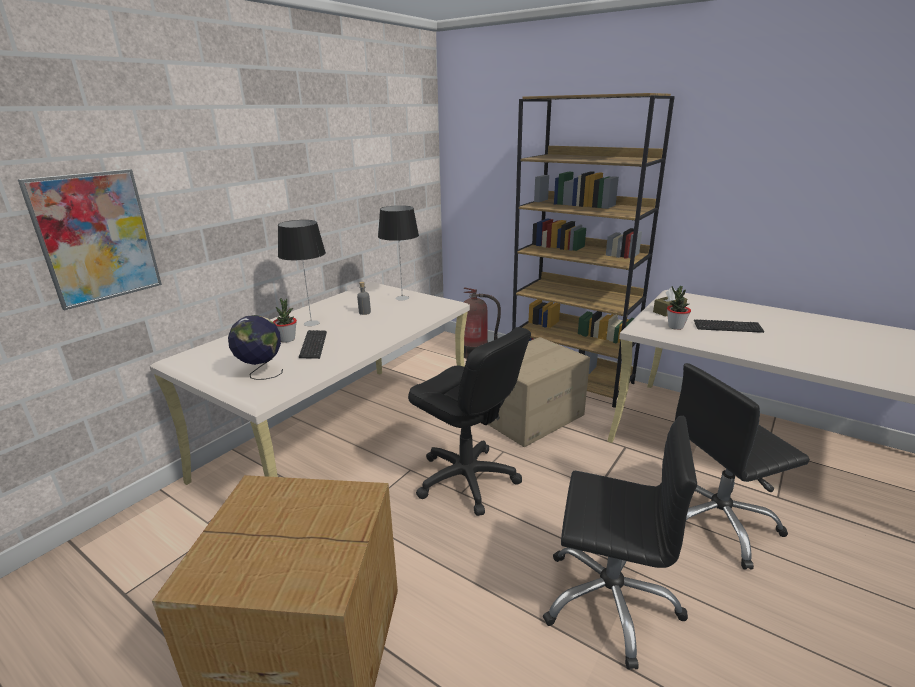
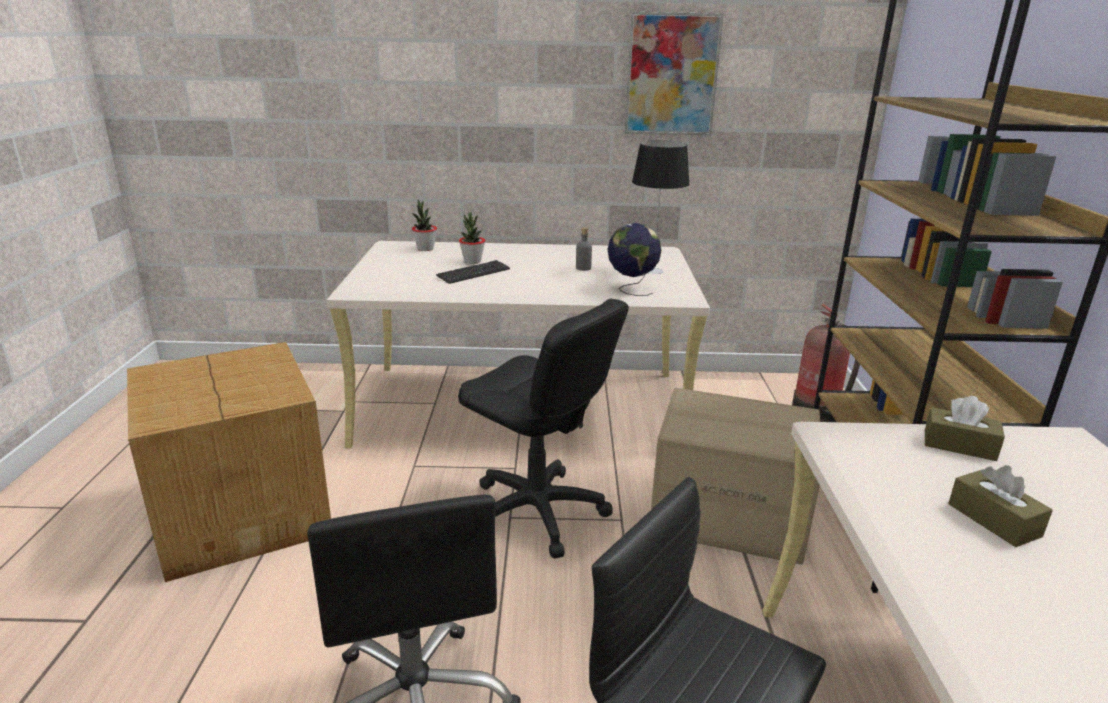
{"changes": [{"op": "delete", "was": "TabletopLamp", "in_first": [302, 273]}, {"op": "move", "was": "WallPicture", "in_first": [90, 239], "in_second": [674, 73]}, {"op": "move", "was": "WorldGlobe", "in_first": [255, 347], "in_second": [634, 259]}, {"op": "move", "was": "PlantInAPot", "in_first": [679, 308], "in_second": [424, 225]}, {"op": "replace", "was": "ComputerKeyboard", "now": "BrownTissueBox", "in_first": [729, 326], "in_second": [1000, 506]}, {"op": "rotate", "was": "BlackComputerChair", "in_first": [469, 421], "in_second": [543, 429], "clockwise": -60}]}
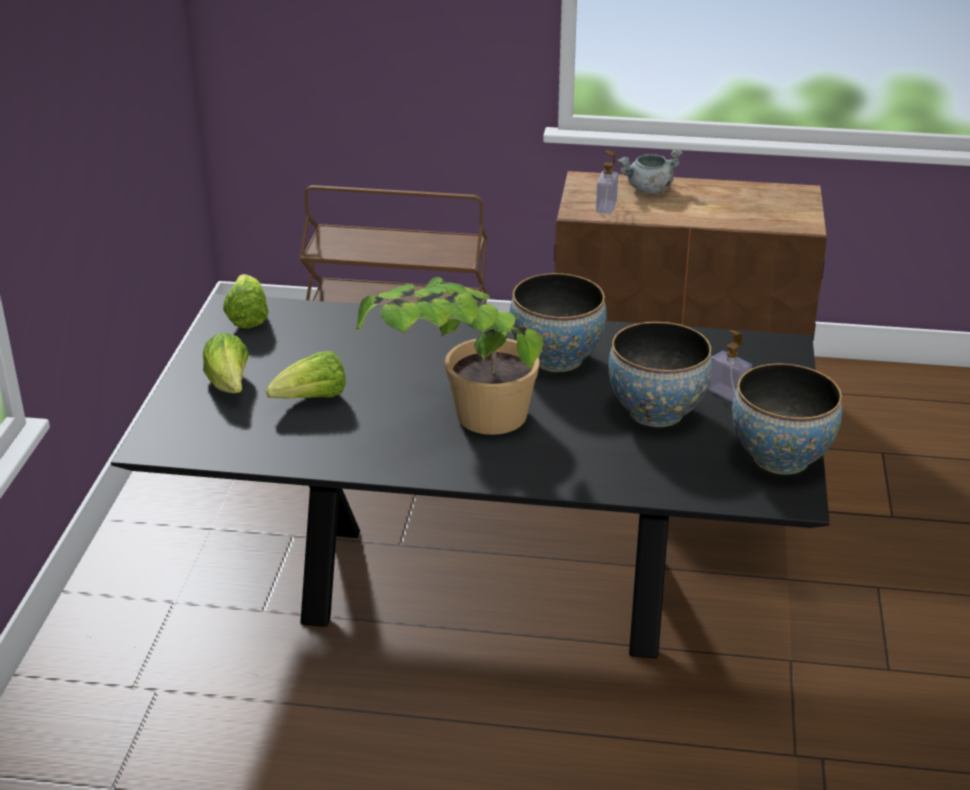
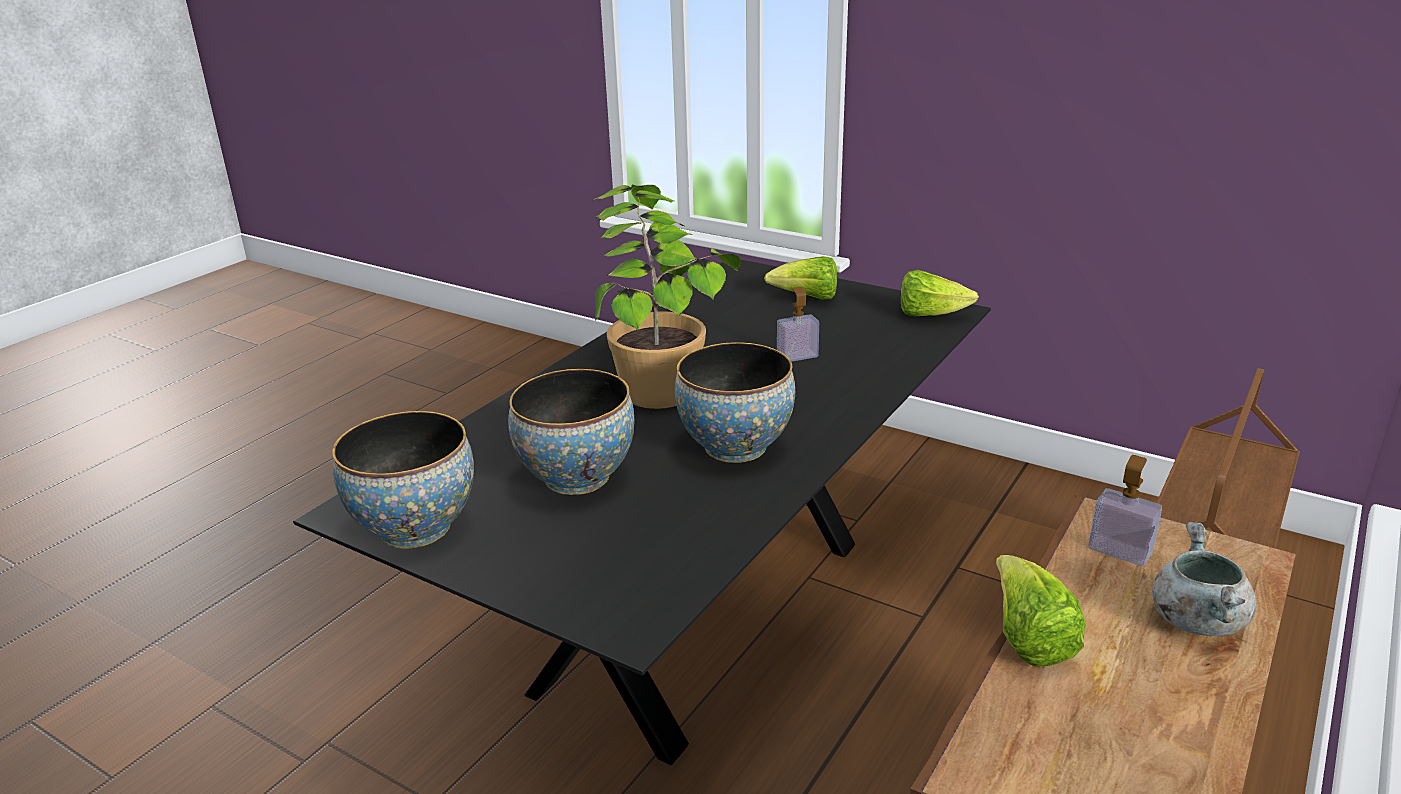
{"changes": [{"op": "move", "was": "HeadOfLettuce", "in_first": [306, 374], "in_second": [1041, 610]}, {"op": "move", "was": "LiquidSoapBottle", "in_first": [730, 366], "in_second": [798, 324]}]}
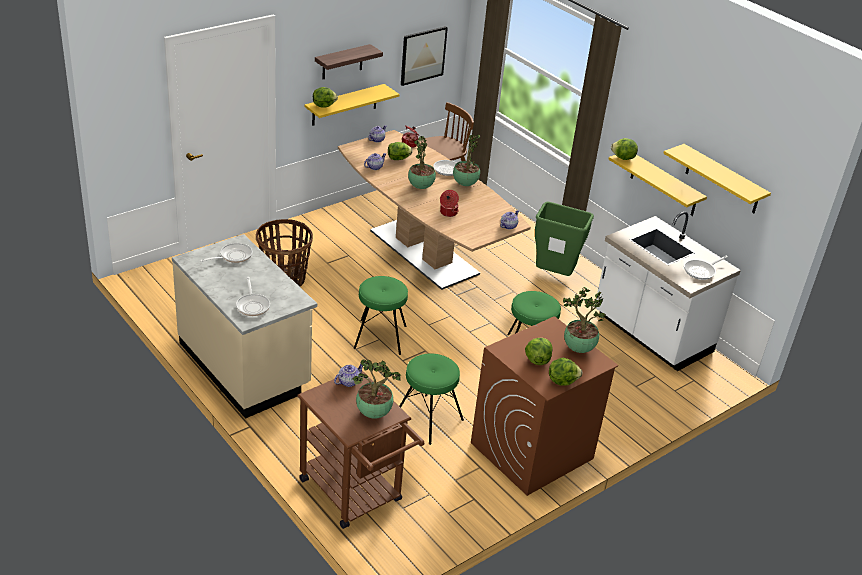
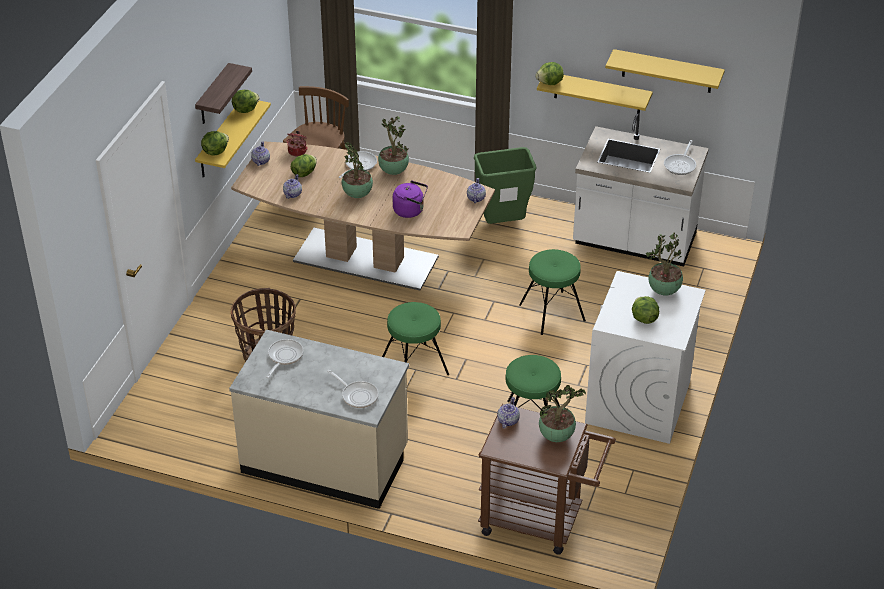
{"changes": [{"op": "delete", "was": "WallPicture", "in_first": [424, 56]}, {"op": "move", "was": "HeadOfLettuce", "in_first": [565, 372], "in_second": [246, 101]}, {"op": "replace", "was": "Stockpot", "now": "PurpleColouredWaterKettle", "in_first": [449, 203], "in_second": [410, 199]}, {"op": "recolor", "was": "BrownWashingMachine", "now": "WhitishWashingMachine", "in_first": [544, 406], "in_second": [645, 357]}]}
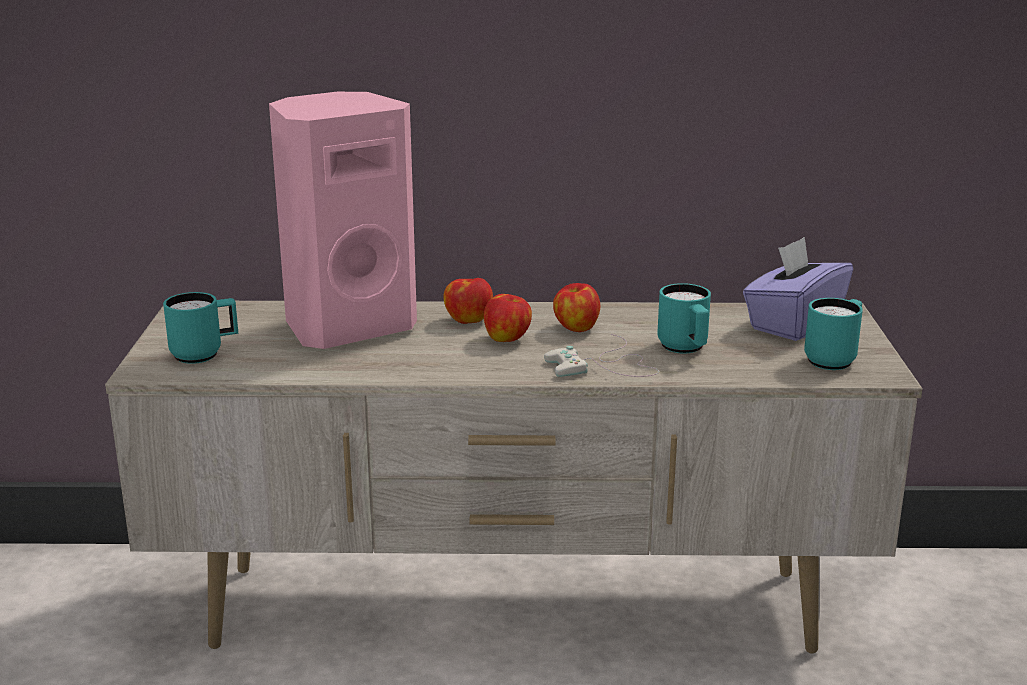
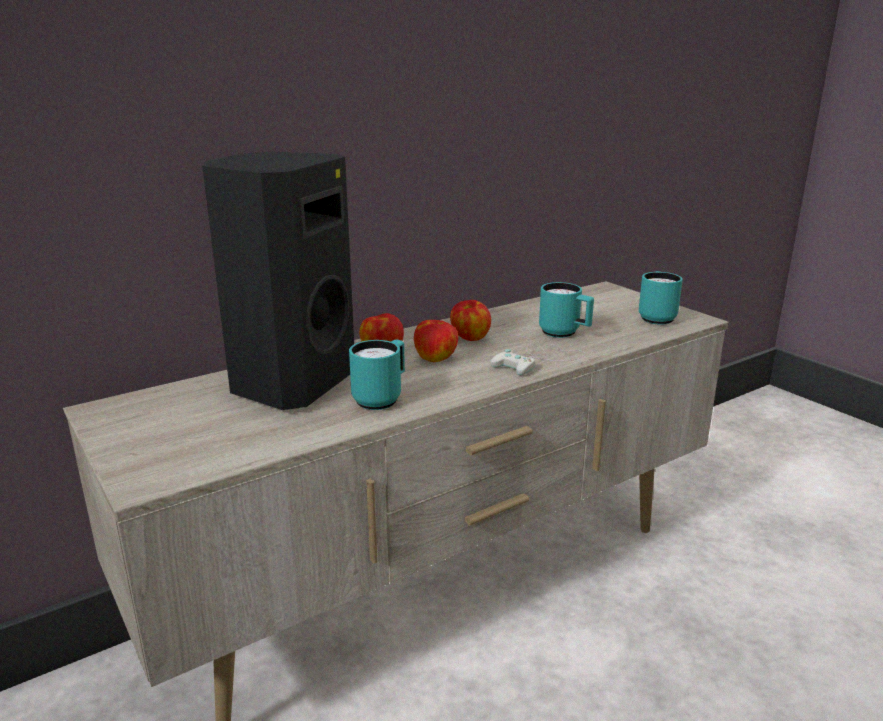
{"changes": [{"op": "delete", "was": "PurpleColouredTissueBox", "in_first": [798, 289]}, {"op": "move", "was": "BlueGreenCoffeeMug", "in_first": [200, 328], "in_second": [377, 375]}, {"op": "recolor", "was": "PinkLoudspeaker", "now": "BlackLoudspeaker", "in_first": [343, 220], "in_second": [278, 281]}]}
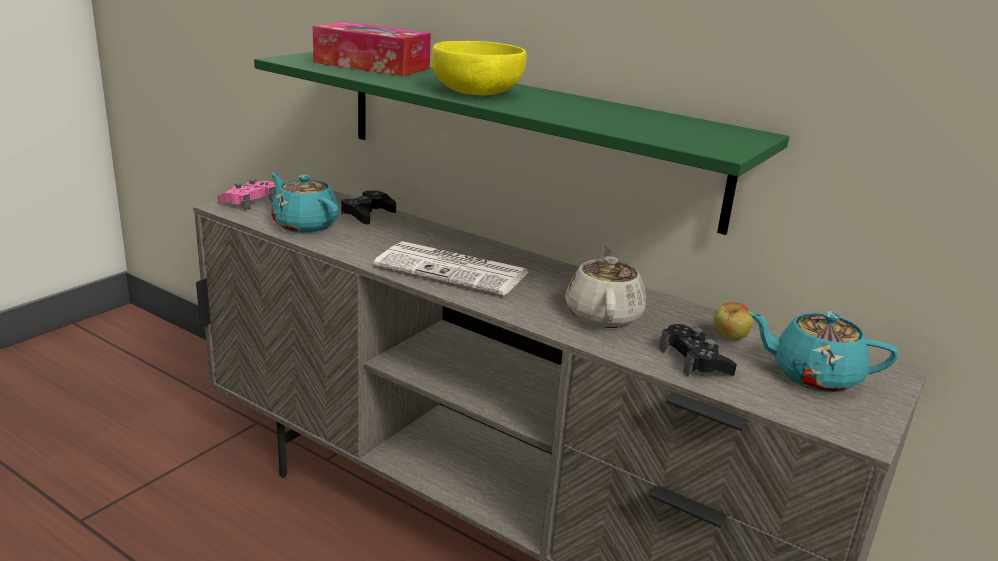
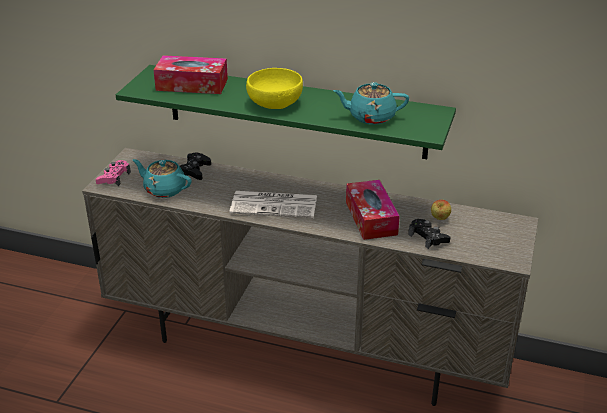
{"changes": [{"op": "move", "was": "BlueGreenPotForTea", "in_first": [823, 352], "in_second": [371, 103]}, {"op": "replace", "was": "BeigePotForTea", "now": "TissueBox", "in_first": [605, 286], "in_second": [373, 210]}]}
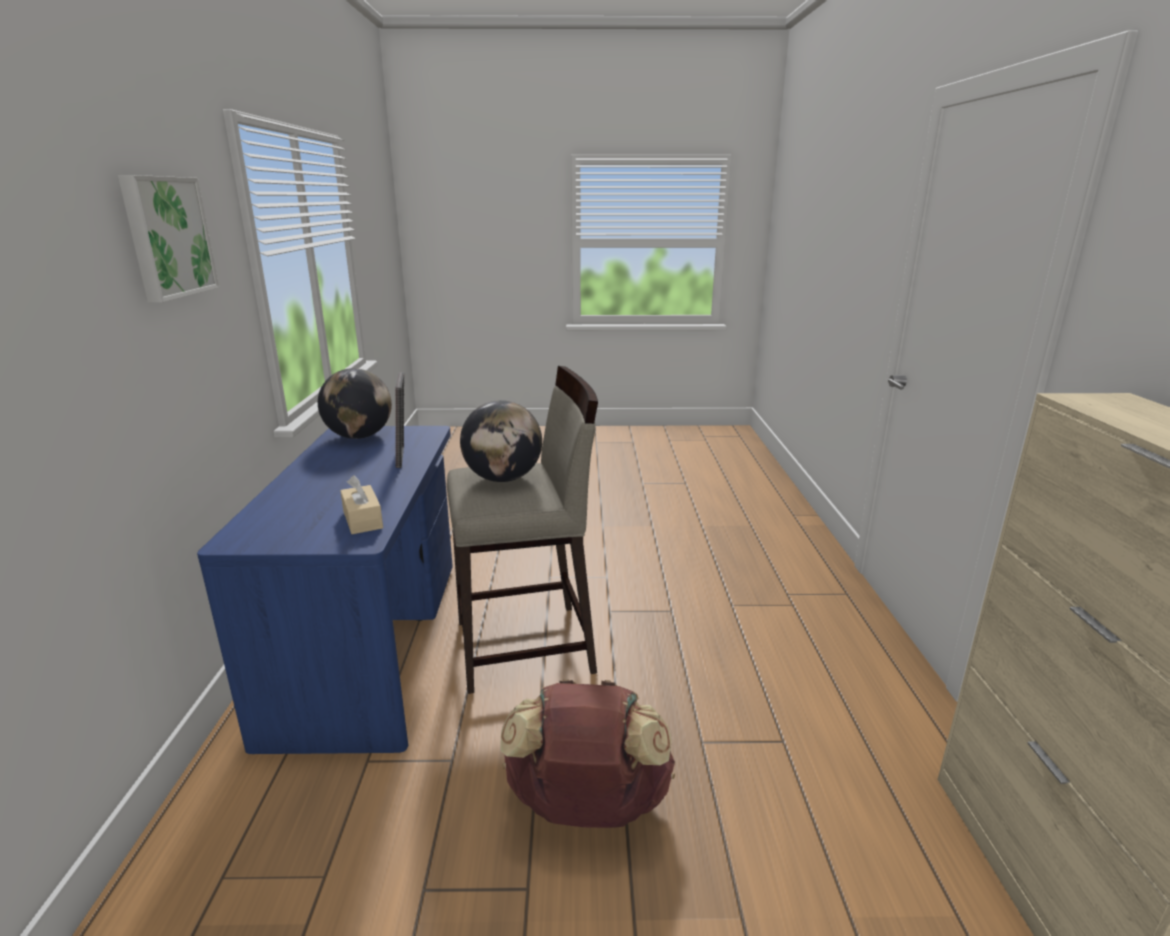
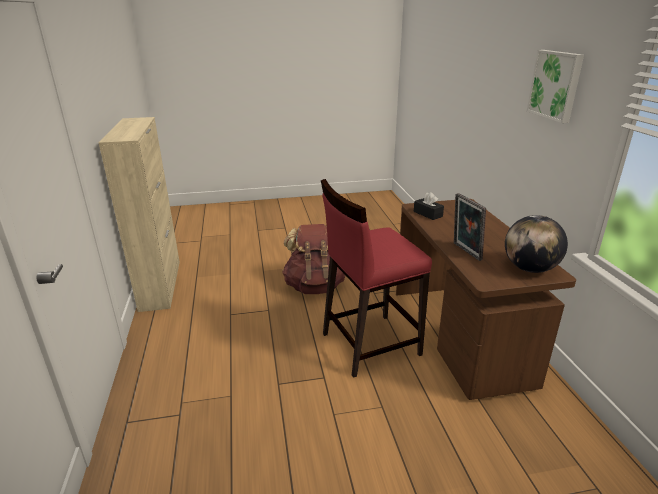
{"changes": [{"op": "delete", "was": "WorldGlobe", "in_first": [501, 441]}, {"op": "recolor", "was": "BlueDesk", "now": "BrownDesk", "in_first": [325, 590], "in_second": [486, 299]}, {"op": "recolor", "was": "BeigeTissueBox", "now": "BlackTissueBox", "in_first": [361, 504], "in_second": [429, 206]}, {"op": "recolor", "was": "BeigeStoolSeat", "now": "ReddishStoolSeat", "in_first": [522, 530], "in_second": [376, 278]}]}
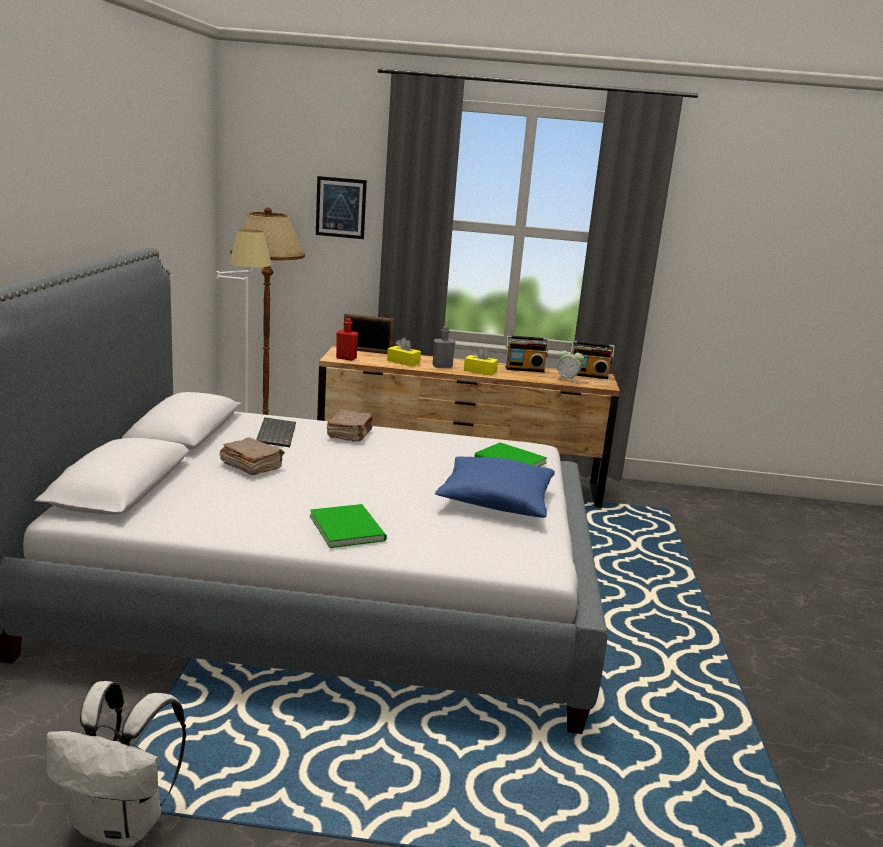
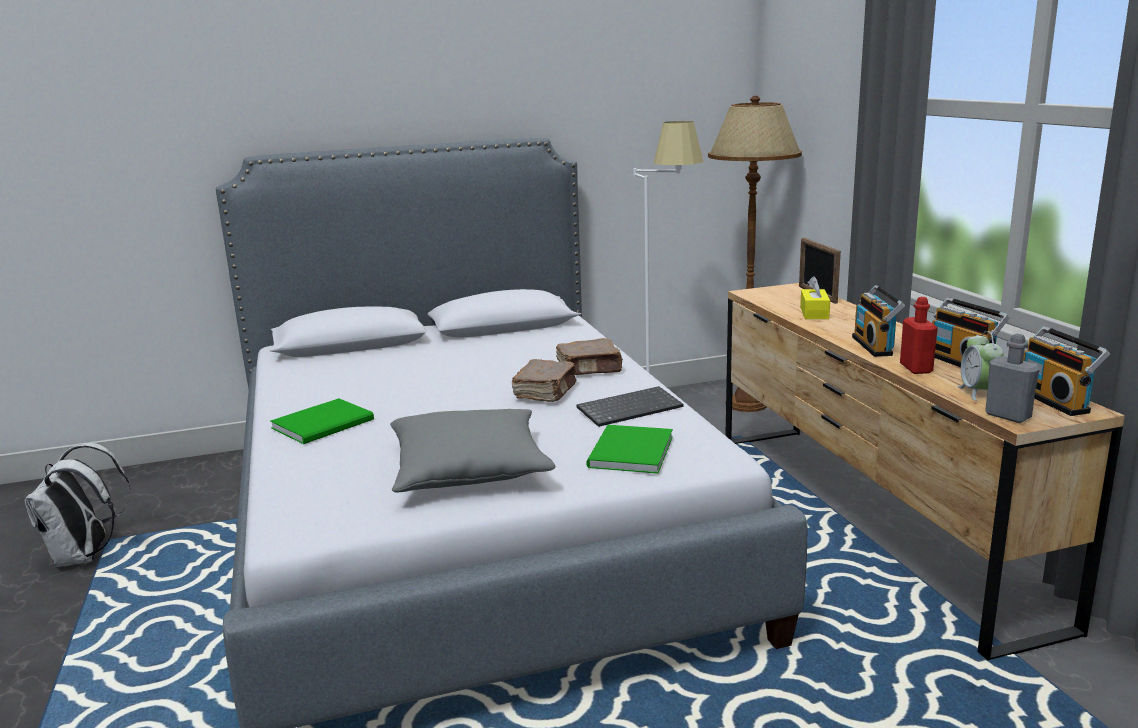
{"changes": [{"op": "delete", "was": "WallPicture", "in_first": [341, 207]}, {"op": "move", "was": "BrownBoundBook", "in_first": [251, 456], "in_second": [544, 380]}, {"op": "move", "was": "ComputerKeyboard", "in_first": [276, 432], "in_second": [630, 406]}, {"op": "move", "was": "ReddishBeverageBottle", "in_first": [347, 339], "in_second": [919, 335]}, {"op": "move", "was": "GrayBeverageBottle", "in_first": [444, 347], "in_second": [1012, 378]}, {"op": "replace", "was": "YellowishTissueBox", "now": "RadioSet", "in_first": [481, 361], "in_second": [878, 321]}, {"op": "recolor", "was": "BlueThrowPillow", "now": "GrayThrowPillow", "in_first": [495, 487], "in_second": [473, 451]}]}
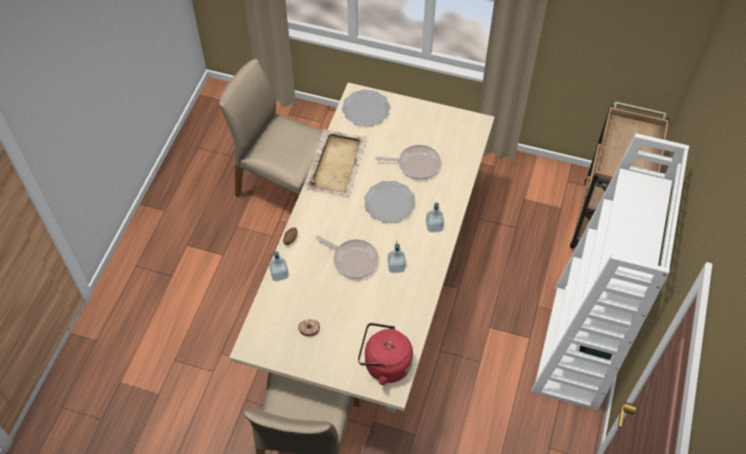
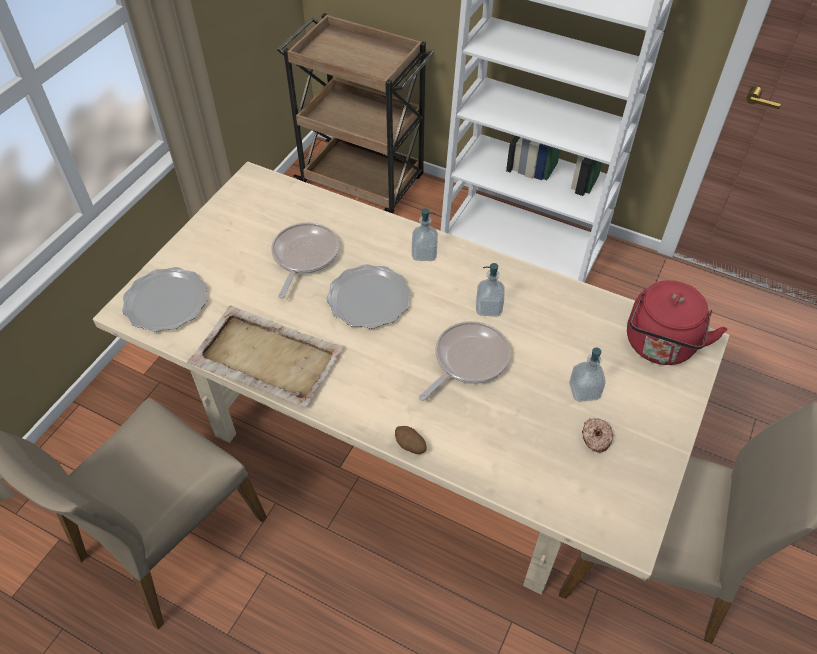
{"changes": [{"op": "move", "was": "LiquidSoapBottle", "in_first": [279, 266], "in_second": [587, 375]}]}
